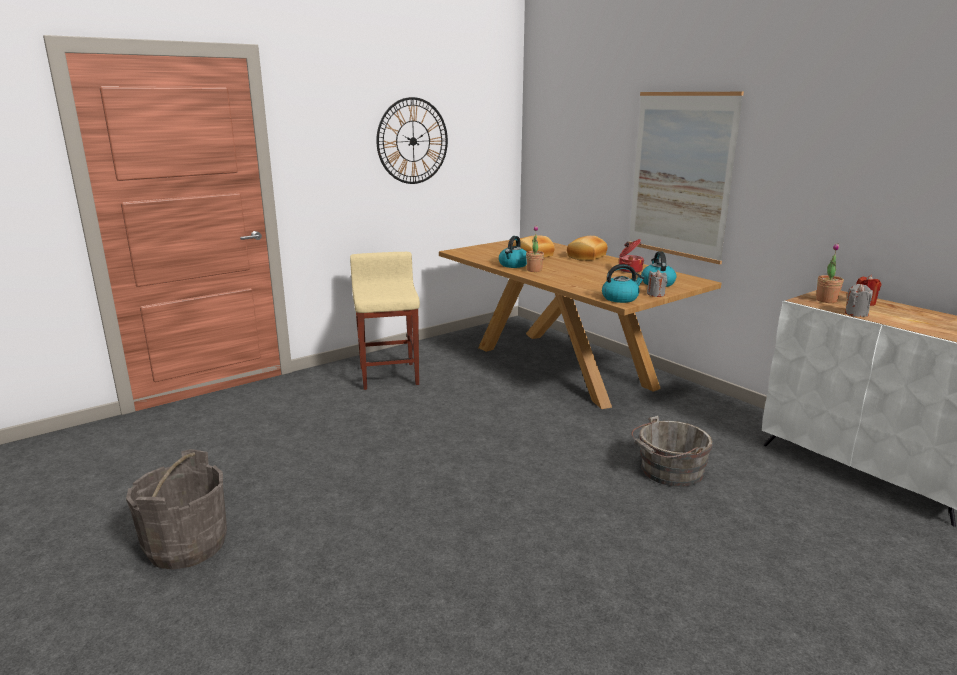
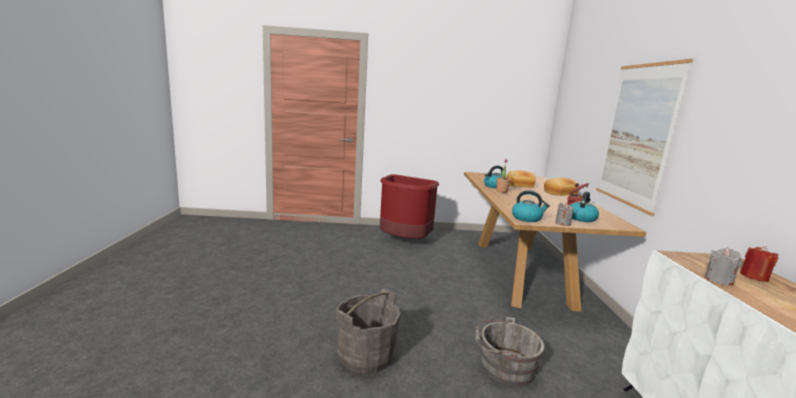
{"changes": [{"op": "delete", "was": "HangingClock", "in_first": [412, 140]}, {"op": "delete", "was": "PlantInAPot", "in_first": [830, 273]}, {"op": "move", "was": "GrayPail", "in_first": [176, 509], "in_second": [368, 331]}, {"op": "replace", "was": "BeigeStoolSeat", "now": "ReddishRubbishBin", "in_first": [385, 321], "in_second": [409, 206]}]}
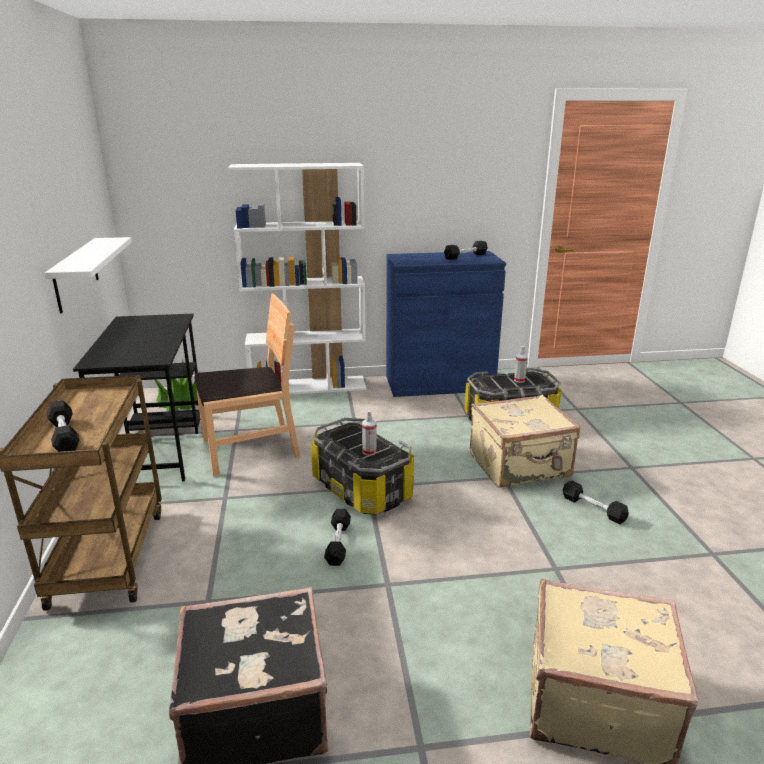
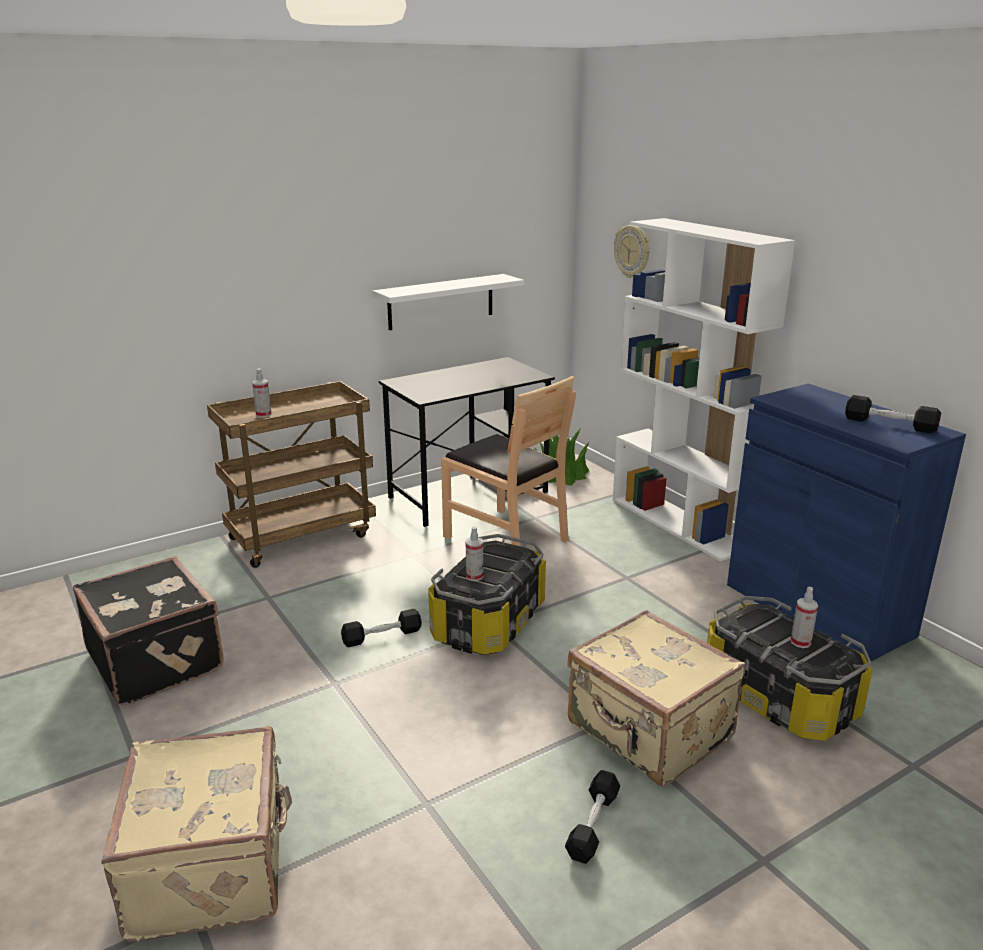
{"changes": [{"op": "insert", "now": "HangingClock", "in_second": [632, 251]}, {"op": "replace", "was": "BlackDumbbell", "now": "Sprayer", "in_first": [63, 426], "in_second": [261, 393]}]}
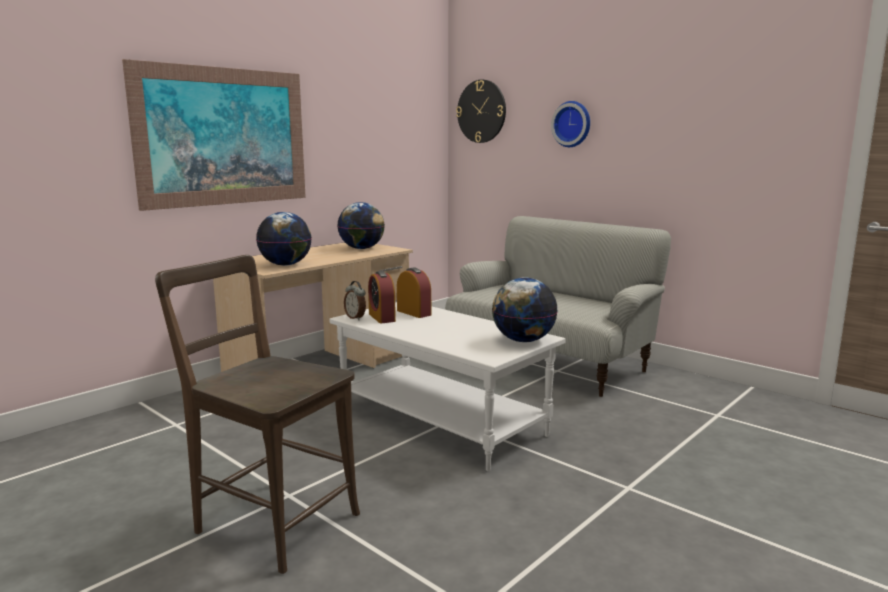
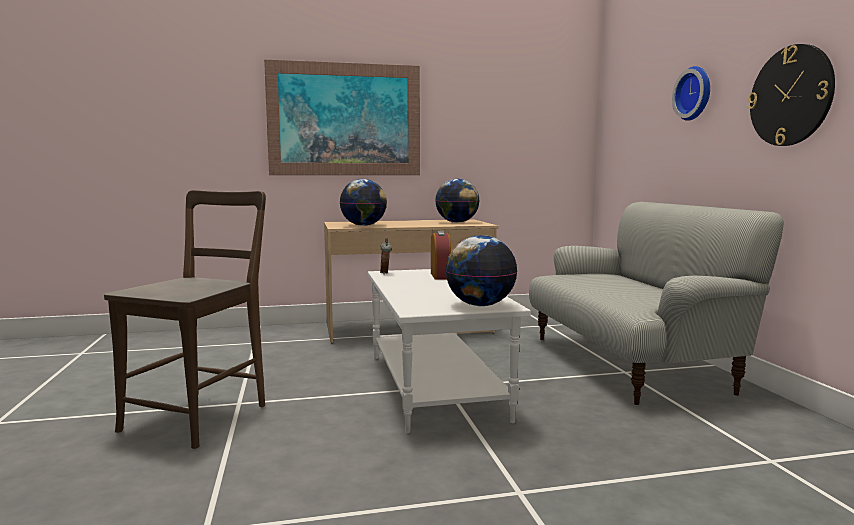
{"changes": [{"op": "delete", "was": "BedsideClock", "in_first": [382, 297]}, {"op": "move", "was": "HangingClock", "in_first": [481, 111], "in_second": [791, 95]}, {"op": "rotate", "was": "BrownPlainChair", "in_first": [257, 414], "in_second": [185, 319], "clockwise": 45}]}
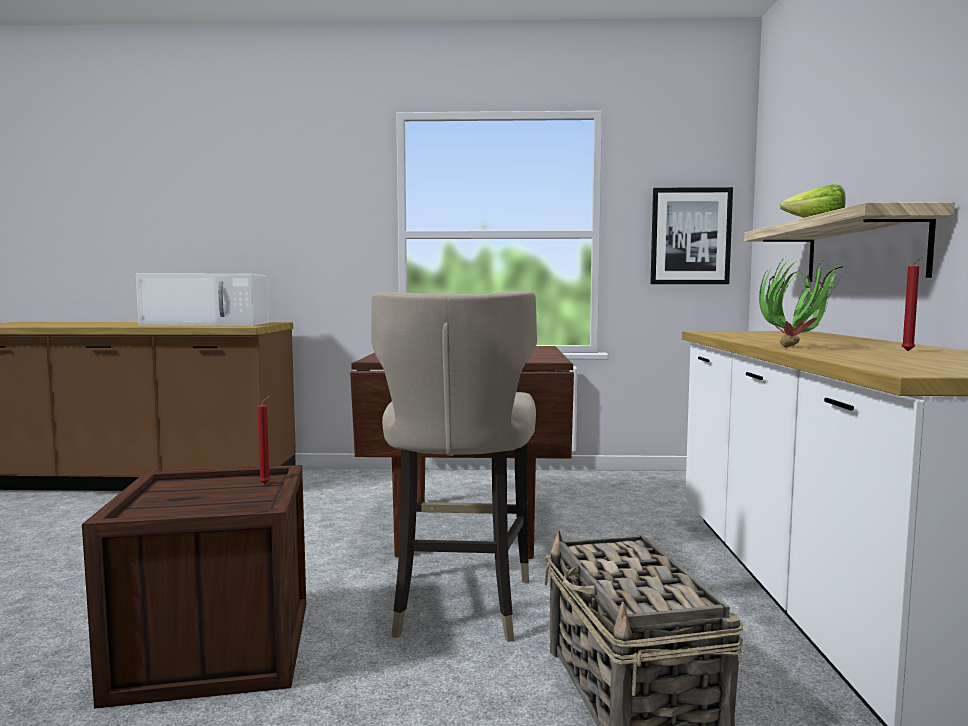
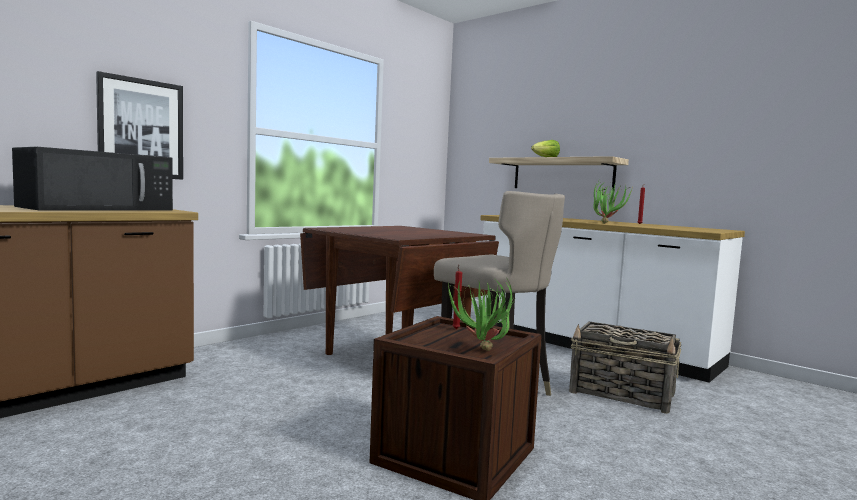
{"changes": [{"op": "insert", "now": "PlantInAPot", "in_second": [482, 314]}, {"op": "move", "was": "WallPicture", "in_first": [691, 235], "in_second": [139, 125]}, {"op": "recolor", "was": "WhitishKitchenMicrowave", "now": "BlackKitchenMicrowave", "in_first": [202, 300], "in_second": [92, 178]}]}
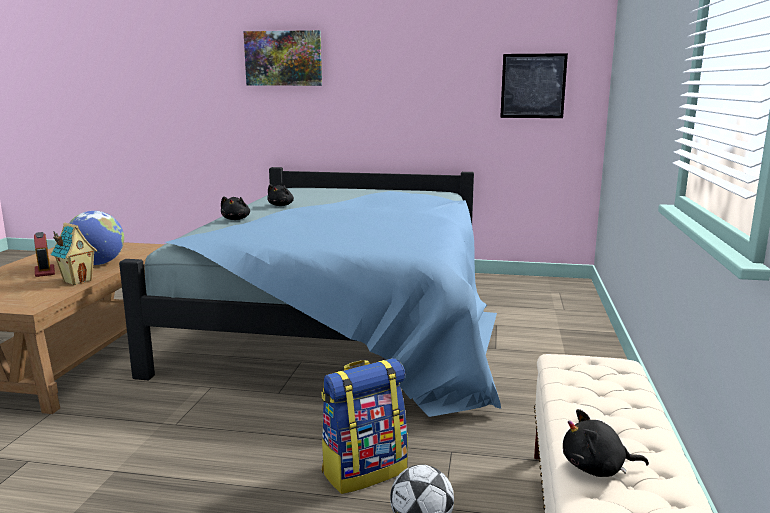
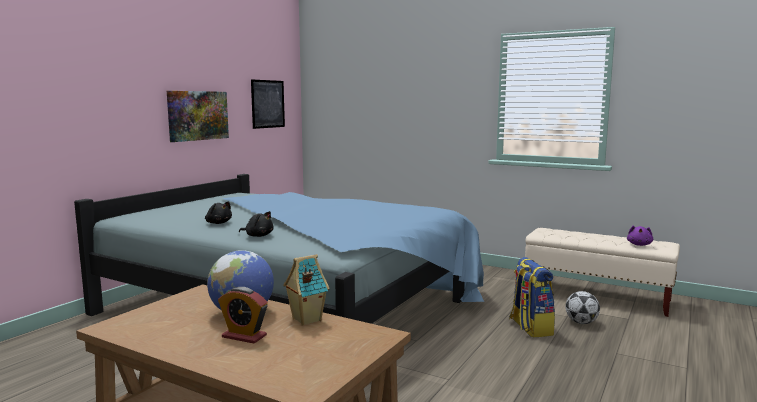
{"changes": [{"op": "move", "was": "WallPicture", "in_first": [282, 58], "in_second": [198, 116]}, {"op": "recolor", "was": "BlackSoftToy", "now": "PurpleColouredSoftToy", "in_first": [606, 443], "in_second": [640, 235]}, {"op": "rotate", "was": "BedsideClock", "in_first": [44, 254], "in_second": [243, 315], "clockwise": -150}]}
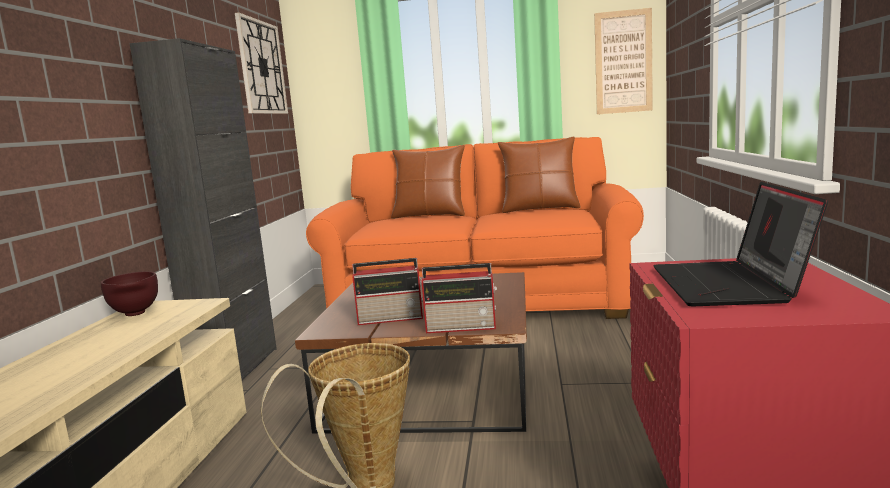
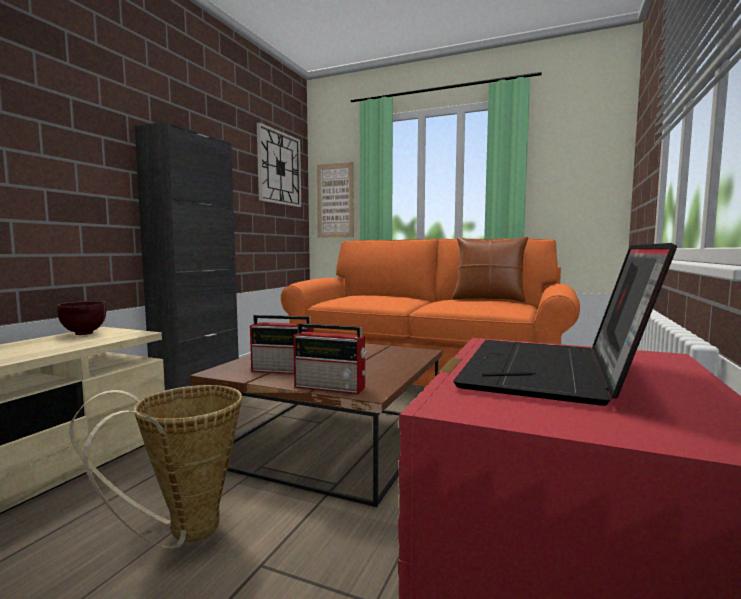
{"changes": [{"op": "delete", "was": "BrownThrowPillow", "in_first": [428, 182]}, {"op": "move", "was": "WallPicture", "in_first": [623, 61], "in_second": [335, 200]}]}
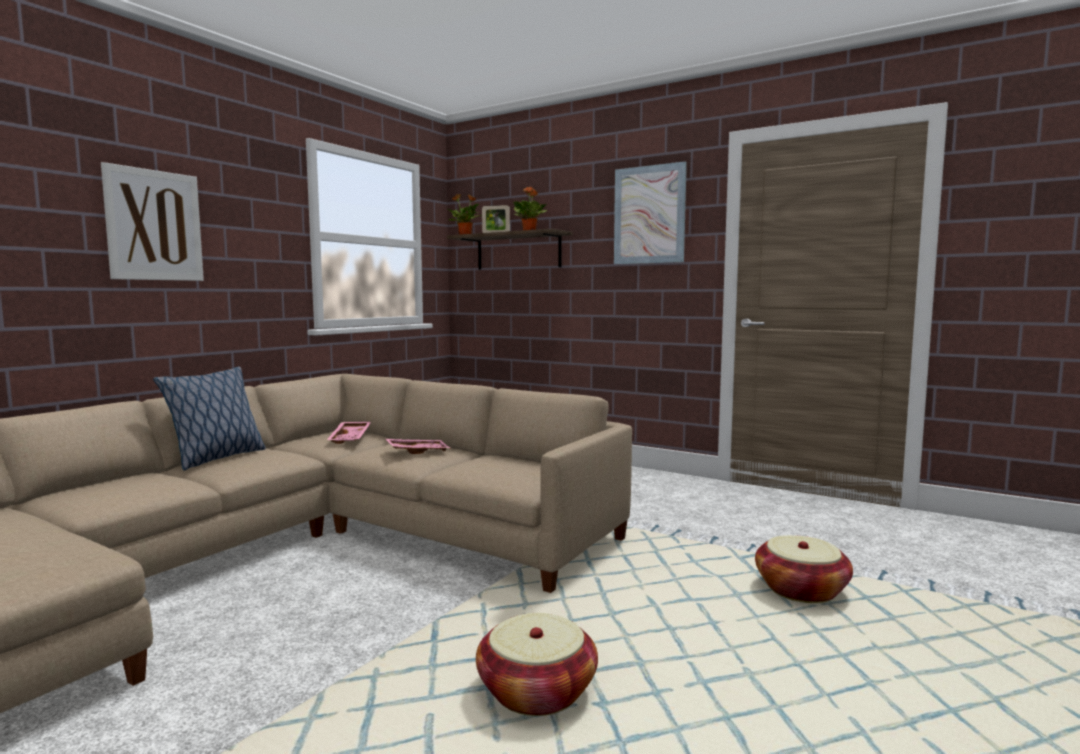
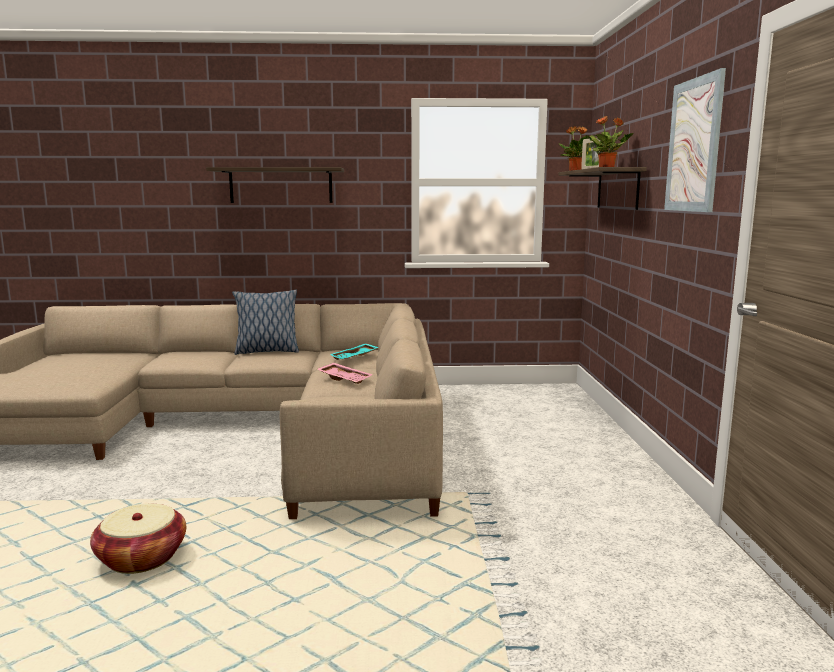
{"changes": [{"op": "delete", "was": "Basket", "in_first": [804, 569]}, {"op": "replace", "was": "WallPicture", "now": "WallShelf", "in_first": [152, 221], "in_second": [275, 185]}, {"op": "recolor", "was": "PinkCarryingTray", "now": "BlueGreenCarryingTray", "in_first": [349, 433], "in_second": [354, 351]}]}
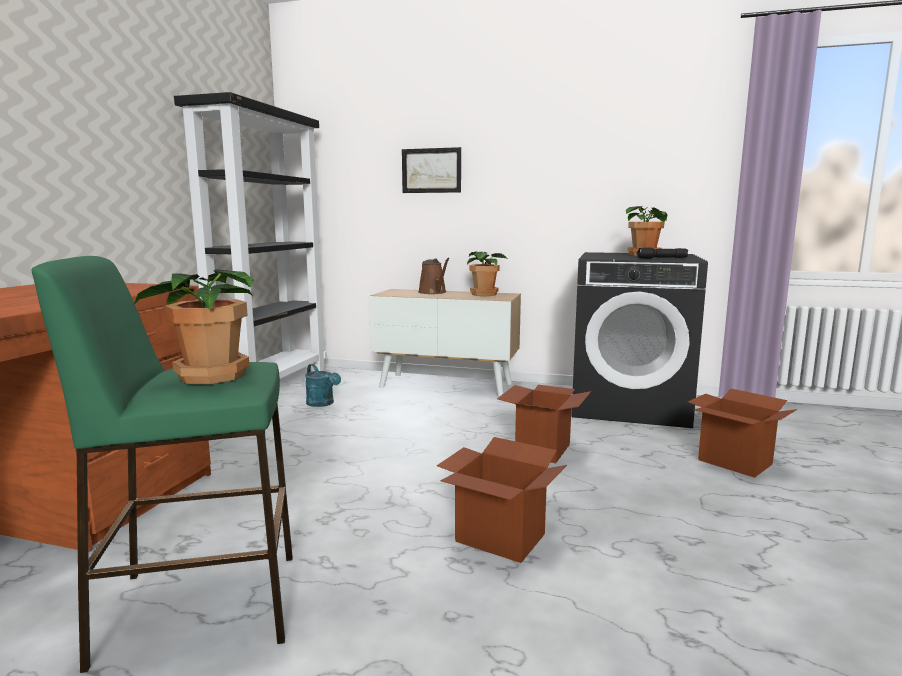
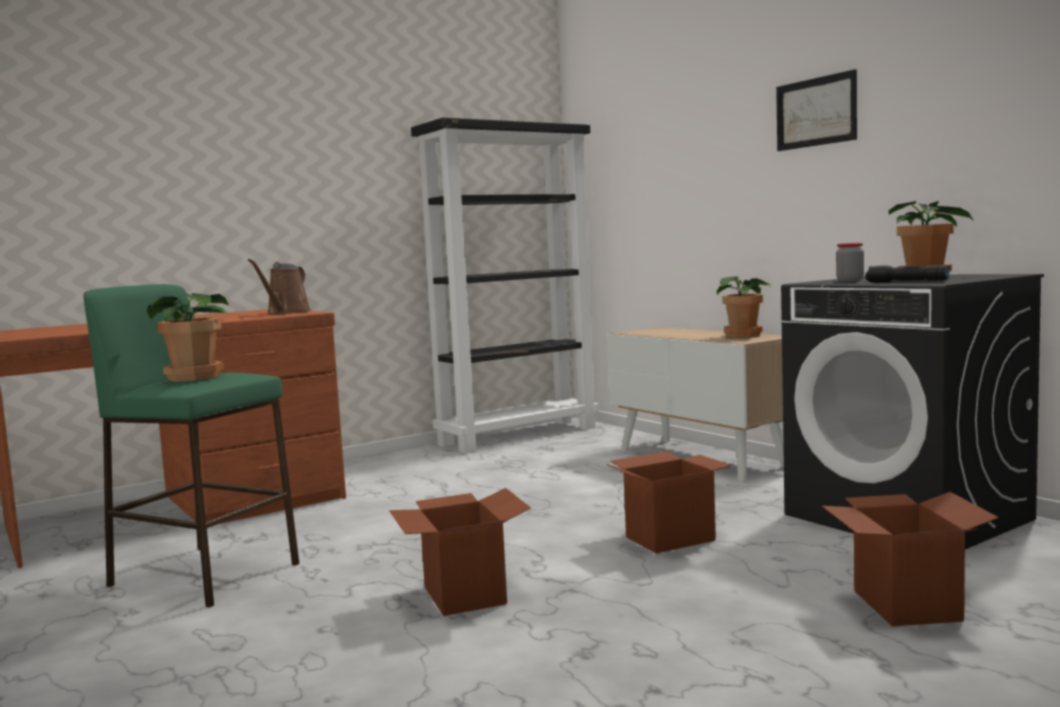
{"changes": [{"op": "delete", "was": "BlueGreenWateringCan", "in_first": [323, 385]}, {"op": "insert", "now": "Jar", "in_second": [850, 262]}, {"op": "move", "was": "WallPicture", "in_first": [431, 170], "in_second": [816, 110]}, {"op": "move", "was": "BrownWateringCan", "in_first": [434, 276], "in_second": [279, 287]}]}
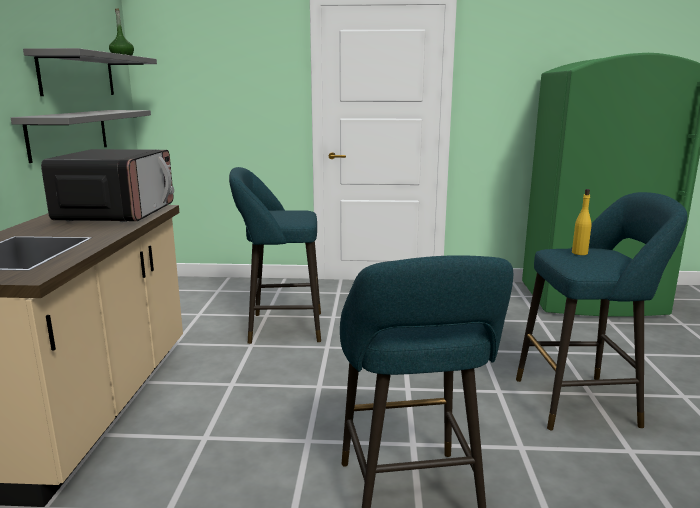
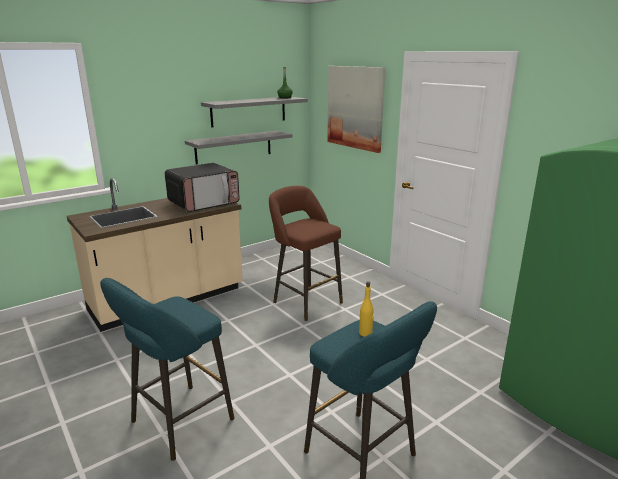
{"changes": [{"op": "insert", "now": "WallPicture", "in_second": [356, 109]}, {"op": "recolor", "was": "BlueGreenStoolSeat", "now": "BrownStoolSeat", "in_first": [275, 255], "in_second": [306, 253]}]}
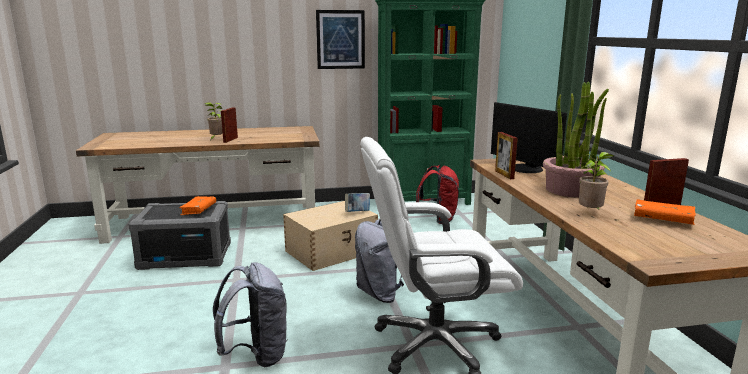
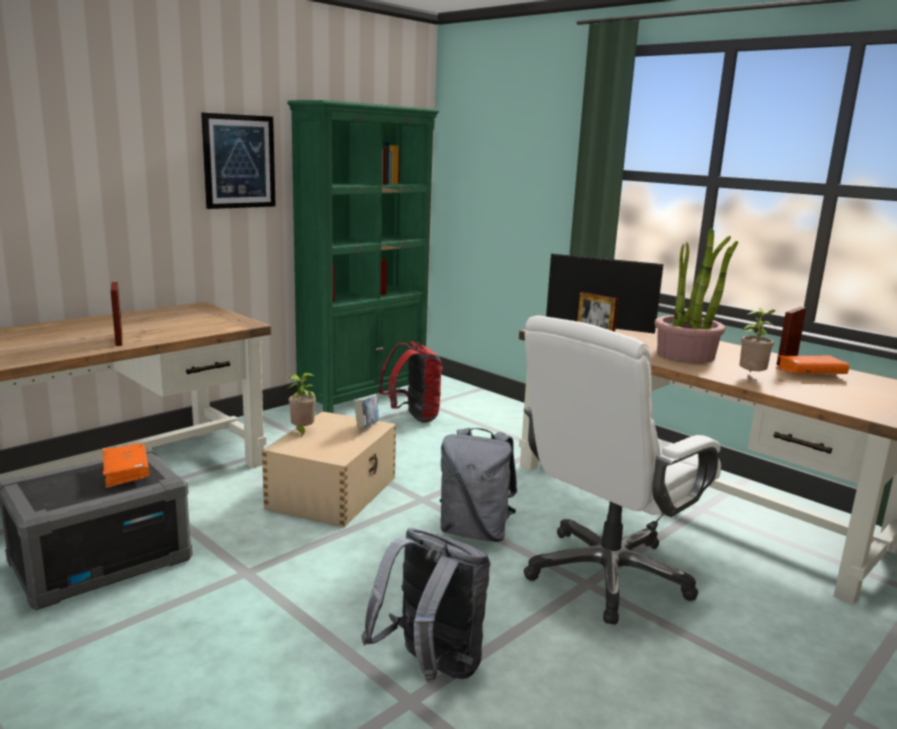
{"changes": [{"op": "move", "was": "PlantInAPot", "in_first": [214, 121], "in_second": [302, 405]}]}
